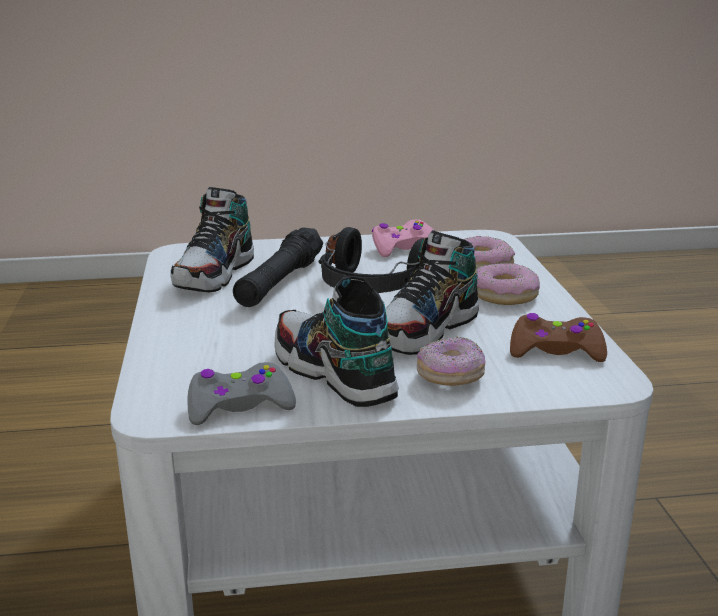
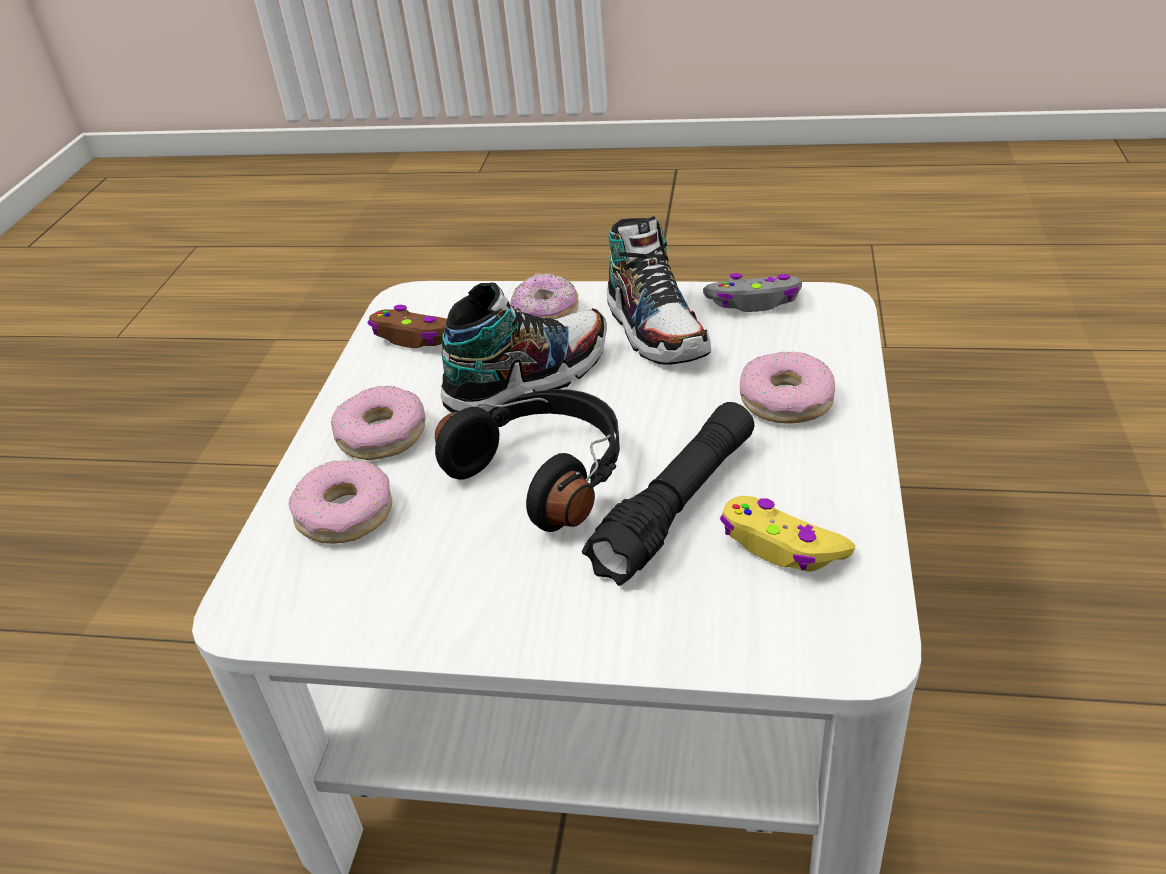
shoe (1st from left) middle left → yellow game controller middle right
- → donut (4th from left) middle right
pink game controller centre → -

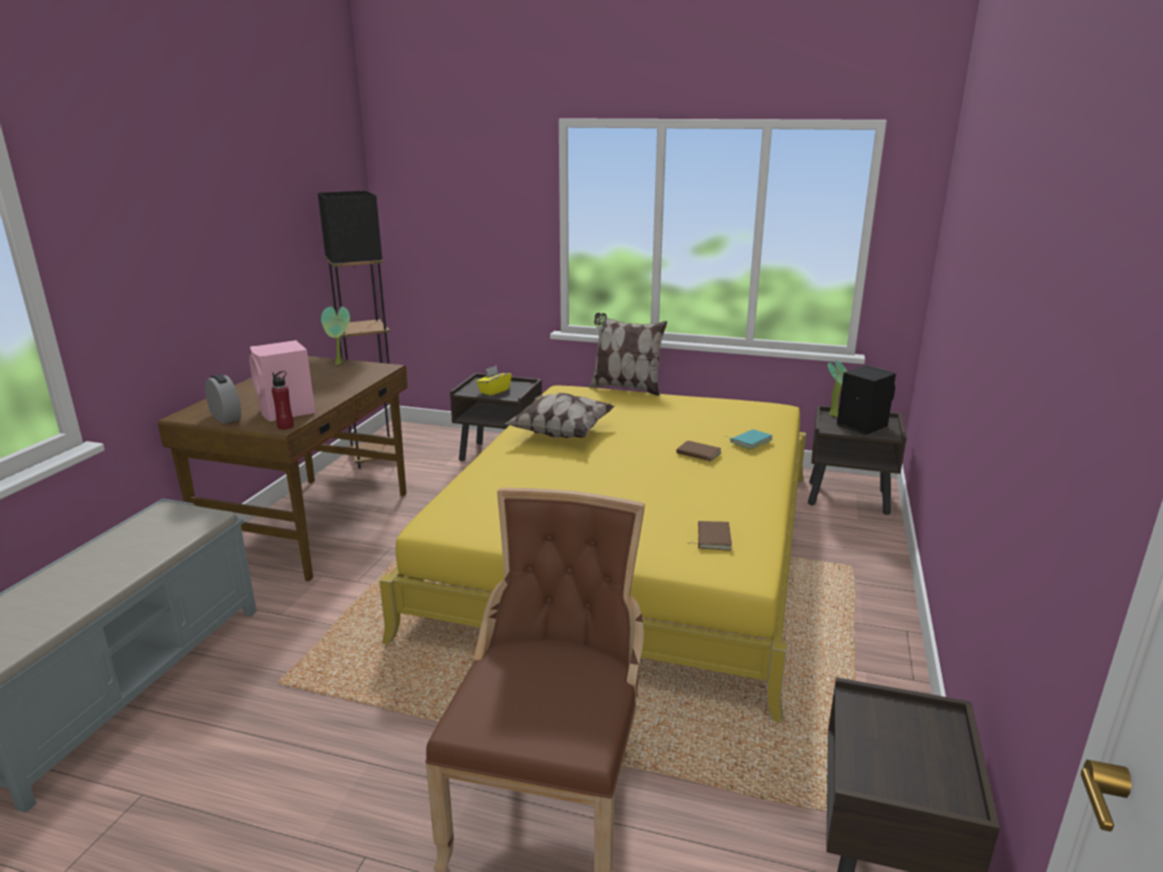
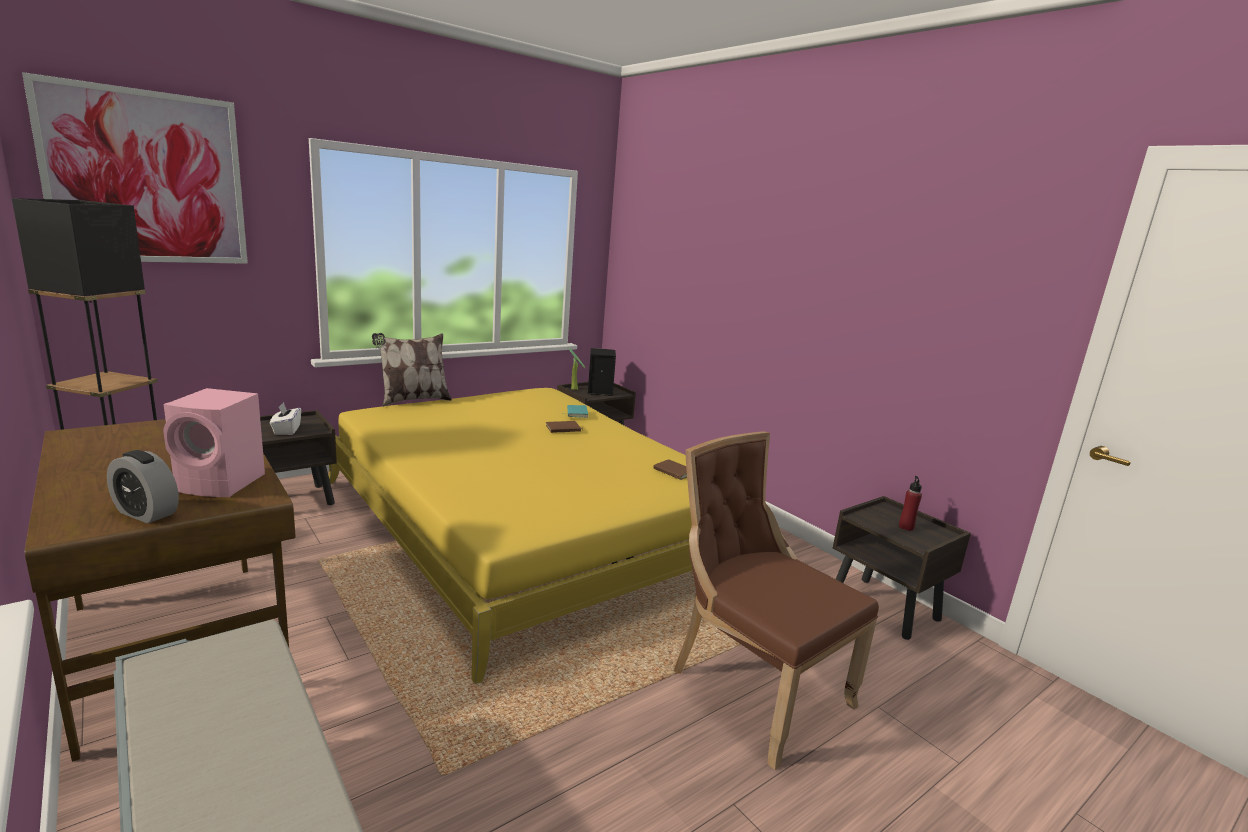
- → picture top left
alarm clock middle left, 150 degrees counterclockwise
yellow tissue box centre → white tissue box middle left
red bottle middle left → red bottle middle right, move
potted plant (1st from left) middle left → -
pillow (1st from left) centre → -

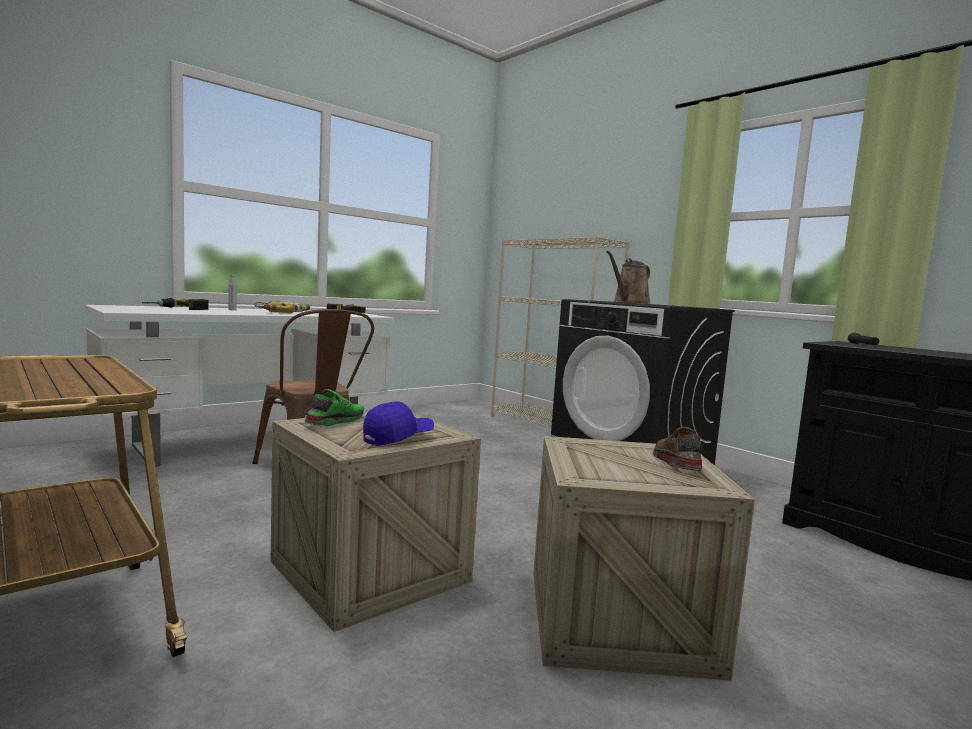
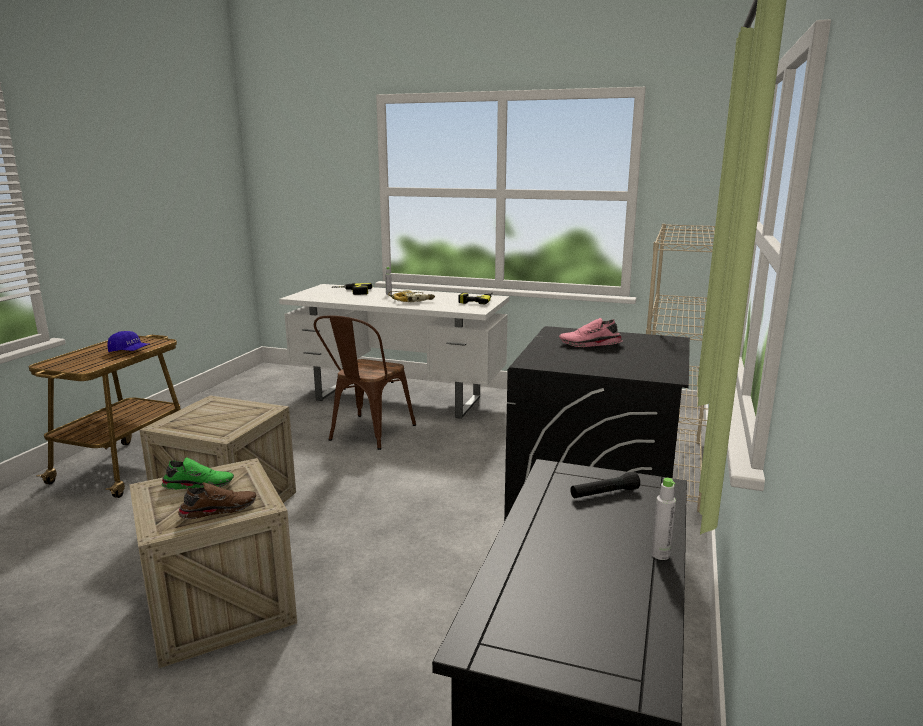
blue cap centre → blue cap middle left, move
green shoe centre → green shoe middle left, move
brown watering can centre → pink shoe centre
- → grey bottle (2nd from left) bottom right

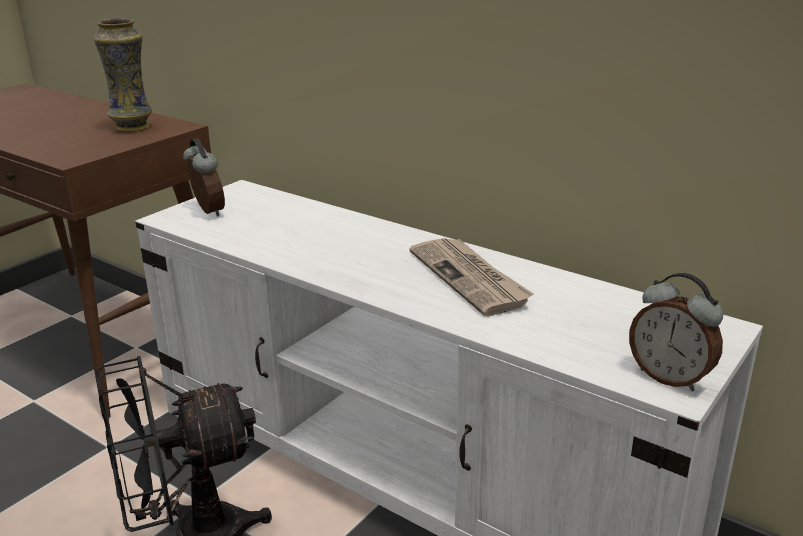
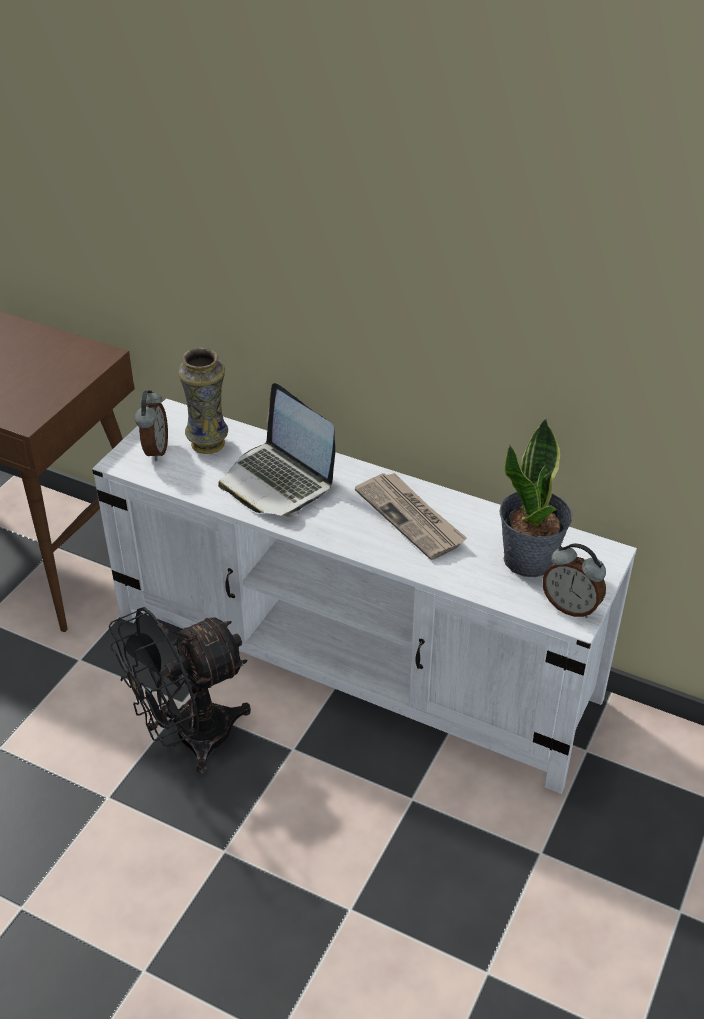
alarm clock (1st from left) top left → alarm clock (1st from left) middle left, 45 degrees clockwise
vase top left → vase middle left, move
- → laptop centre
- → potted plant middle right

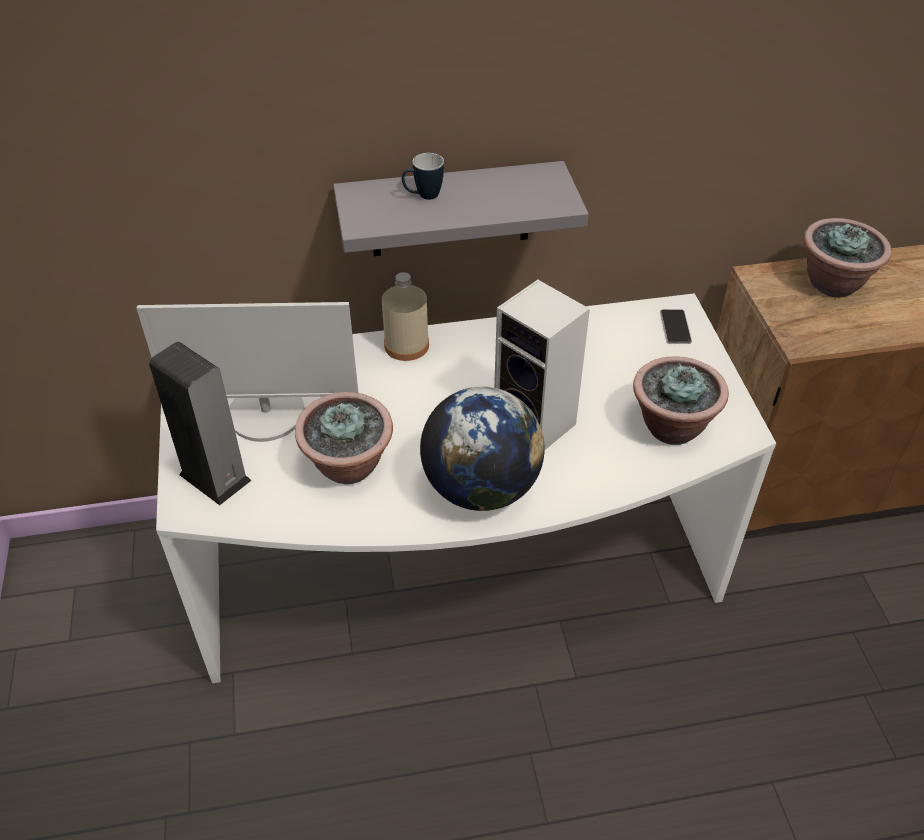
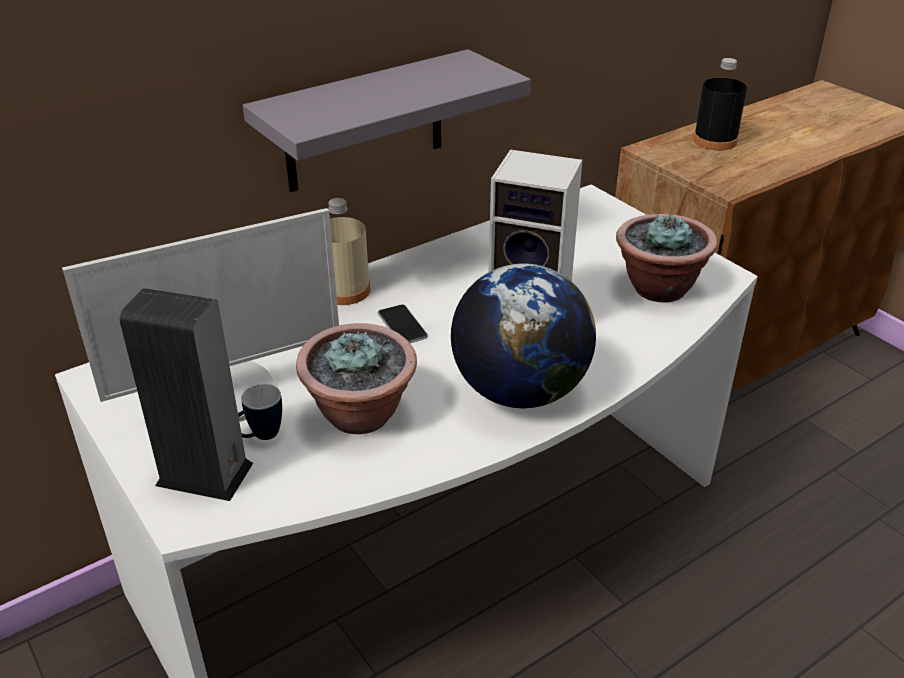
mug top centre → mug middle left, move
phone middle right → phone centre, move
potted plant (3rd from left) top right → black bottle top right

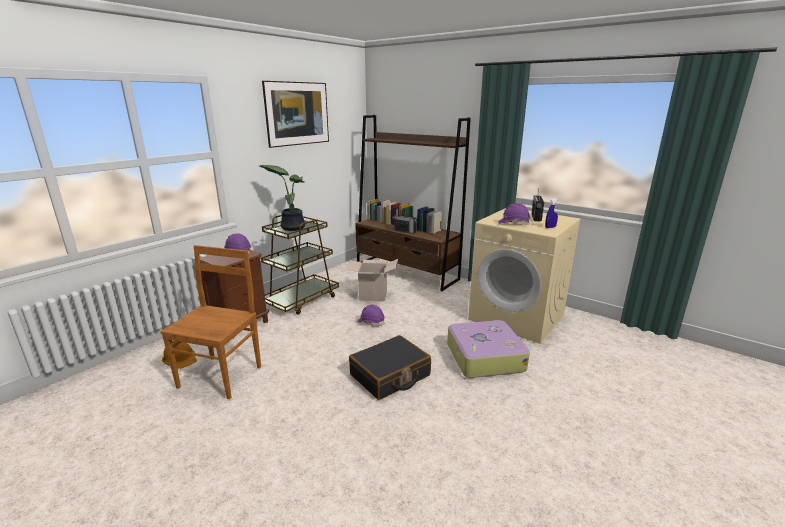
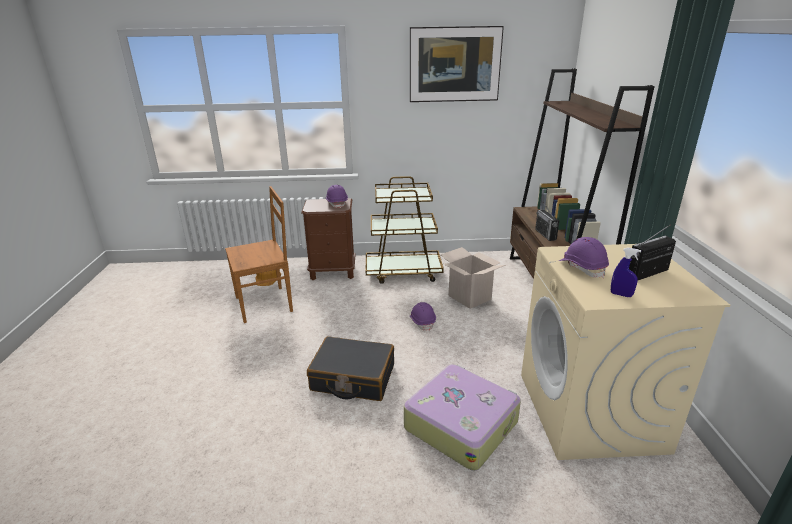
potted plant centre → -

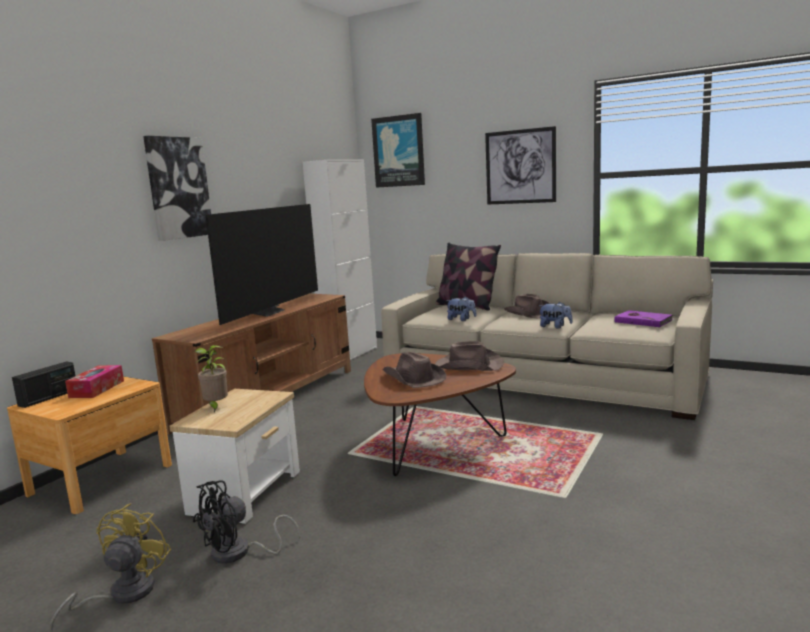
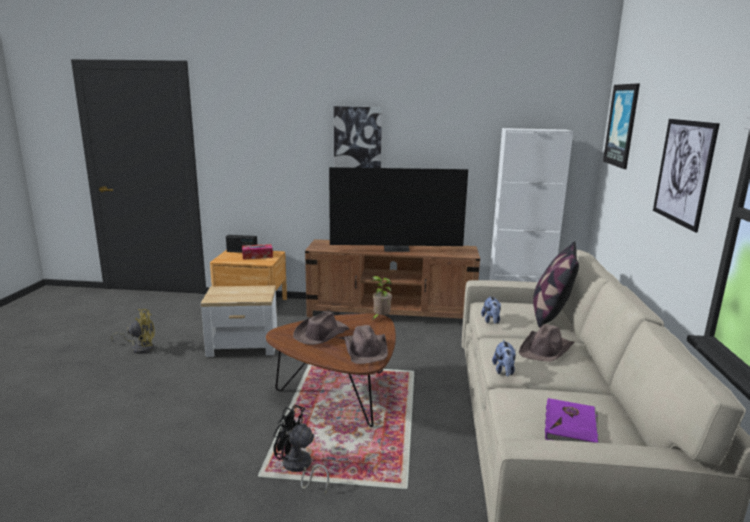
black fan bottom left → black fan bottom centre, move
potted plant middle left → potted plant centre, move

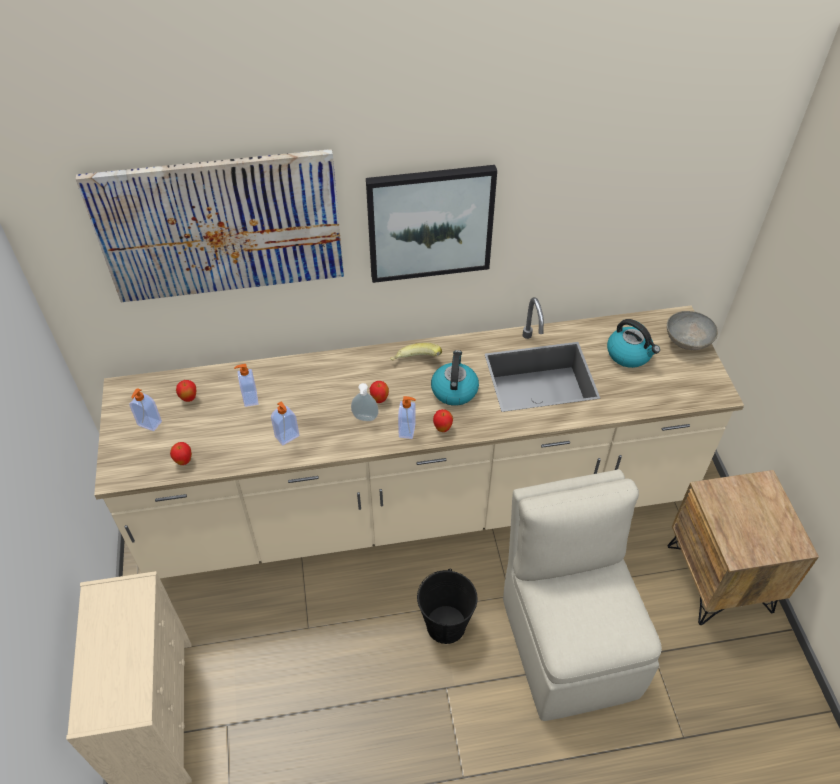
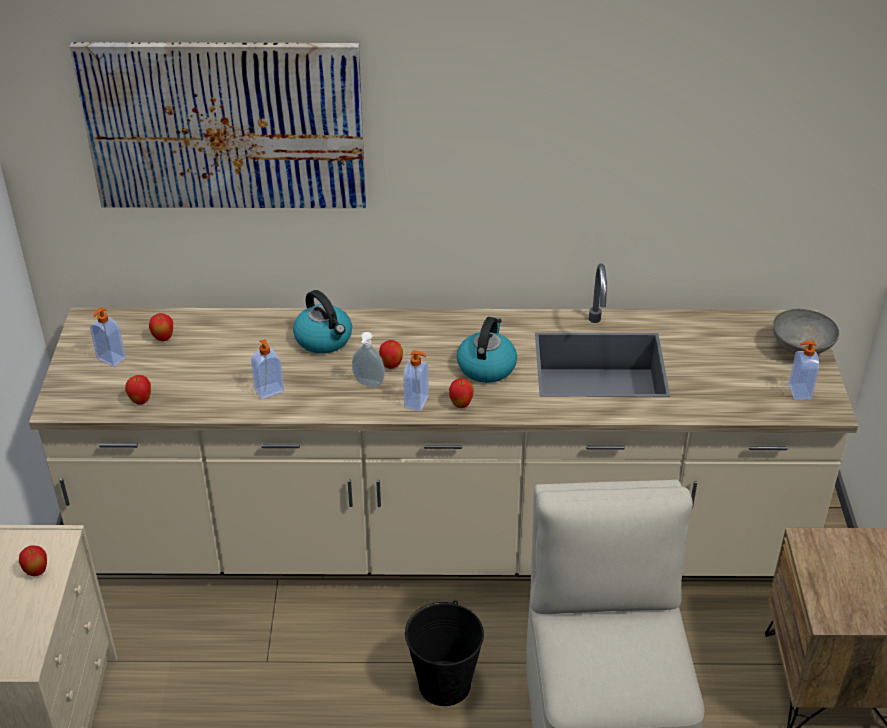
- → apple (1st from left) bottom left
kettle (2nd from left in the first image) middle right → kettle (1st from left) centre, move
soap dispenser (2nd from left in the first image) middle left → soap dispenser (5th from left) middle right, move
picture (2nd from left) top centre → -
banana centre → -

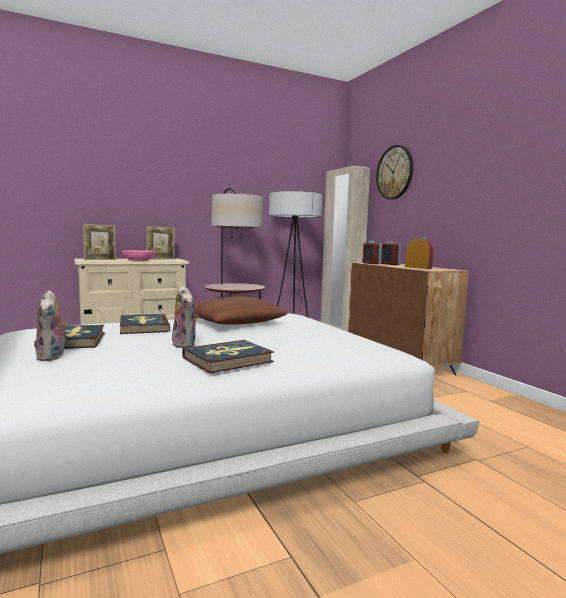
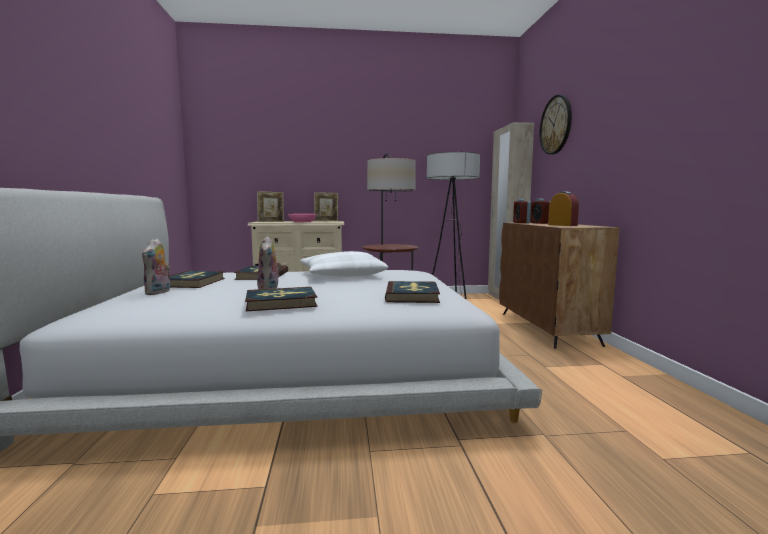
brown pillow centre → white pillow centre
- → book (4th from left) centre

